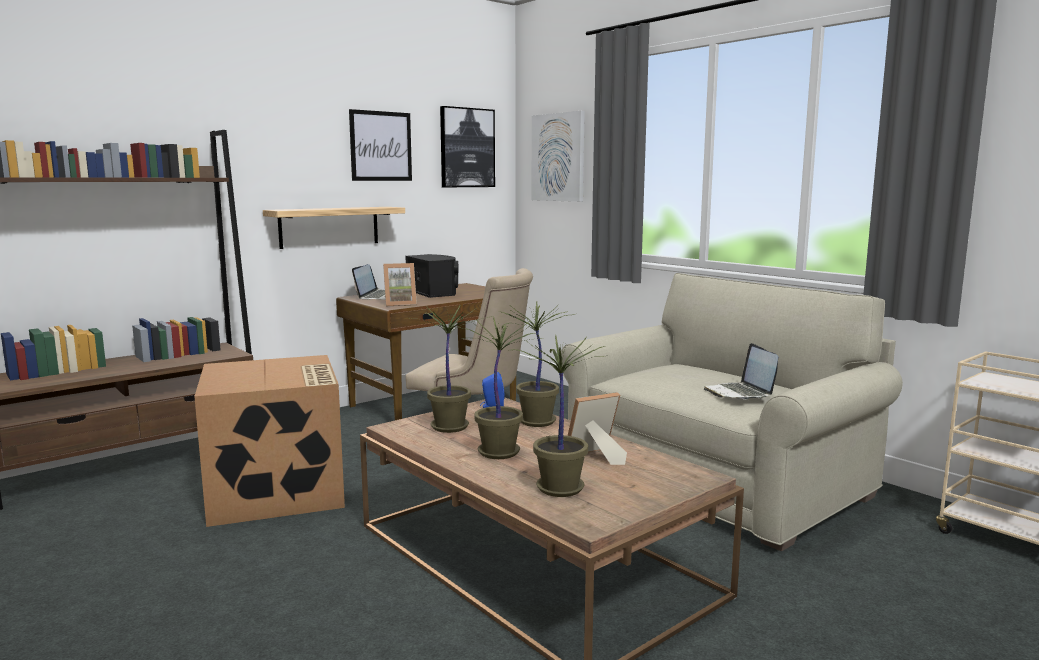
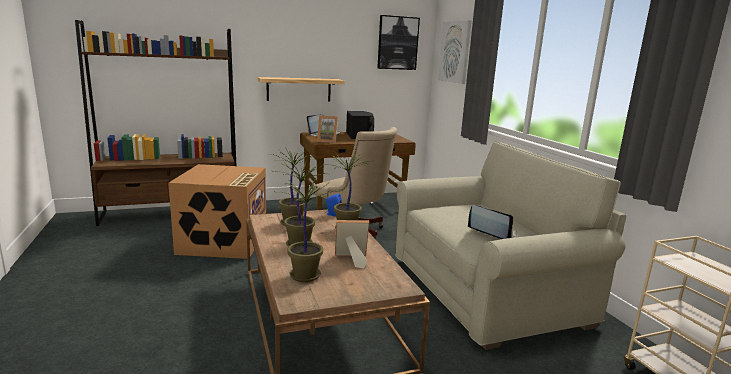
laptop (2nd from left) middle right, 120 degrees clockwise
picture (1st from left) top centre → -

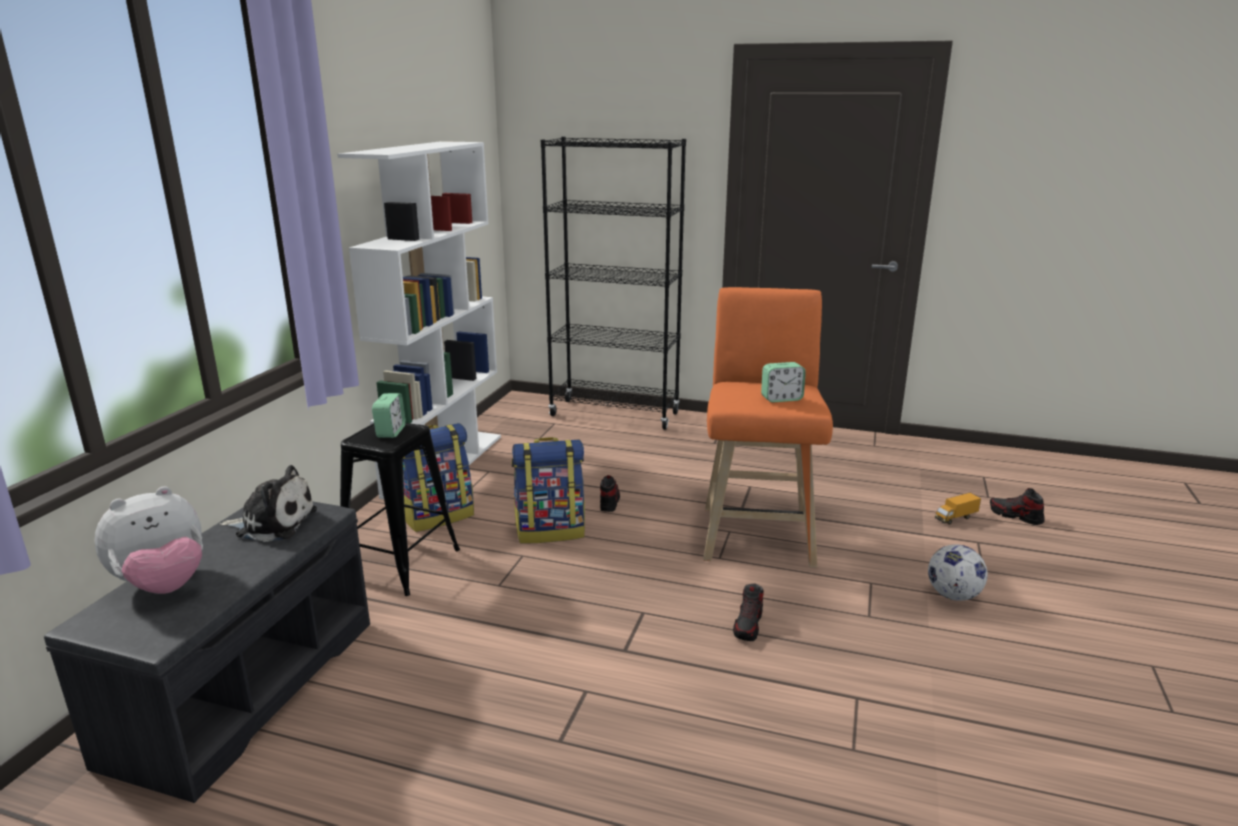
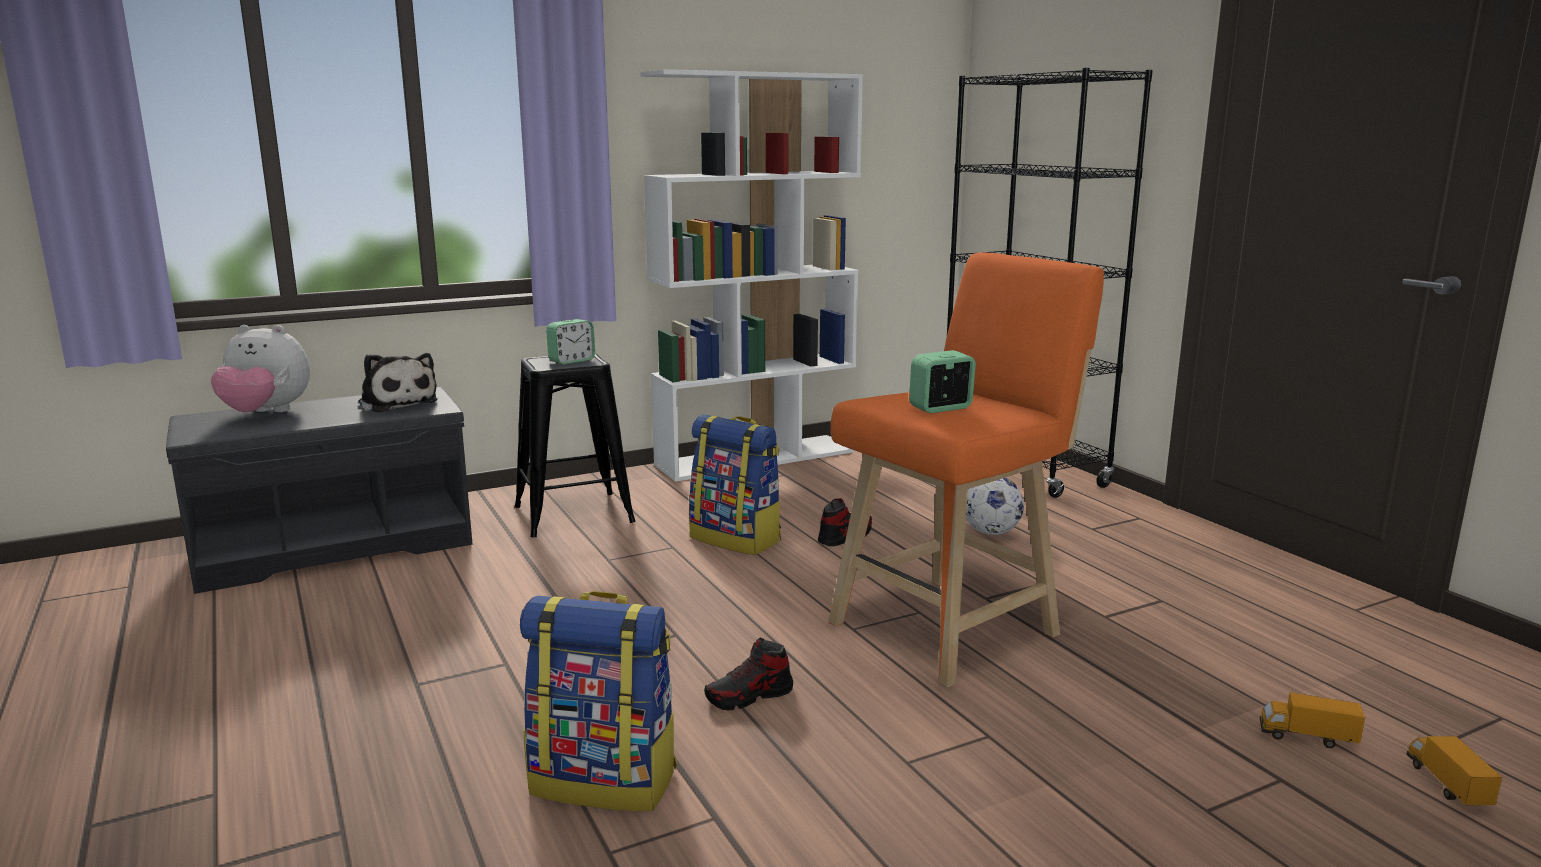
backpack (1st from left) centre → backpack (1st from left) bottom centre, move
alarm clock (2nd from left) centre, 120 degrees clockwise
football bottom right → football centre, move
shoe (3rd from left) middle right → toy truck (2nd from left) bottom right

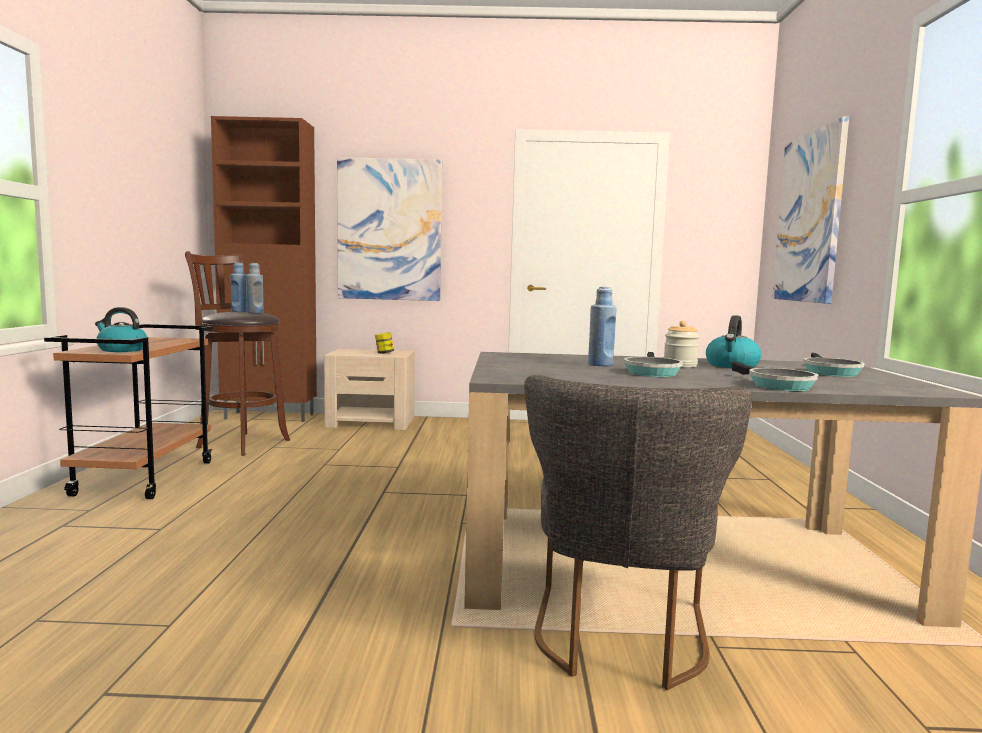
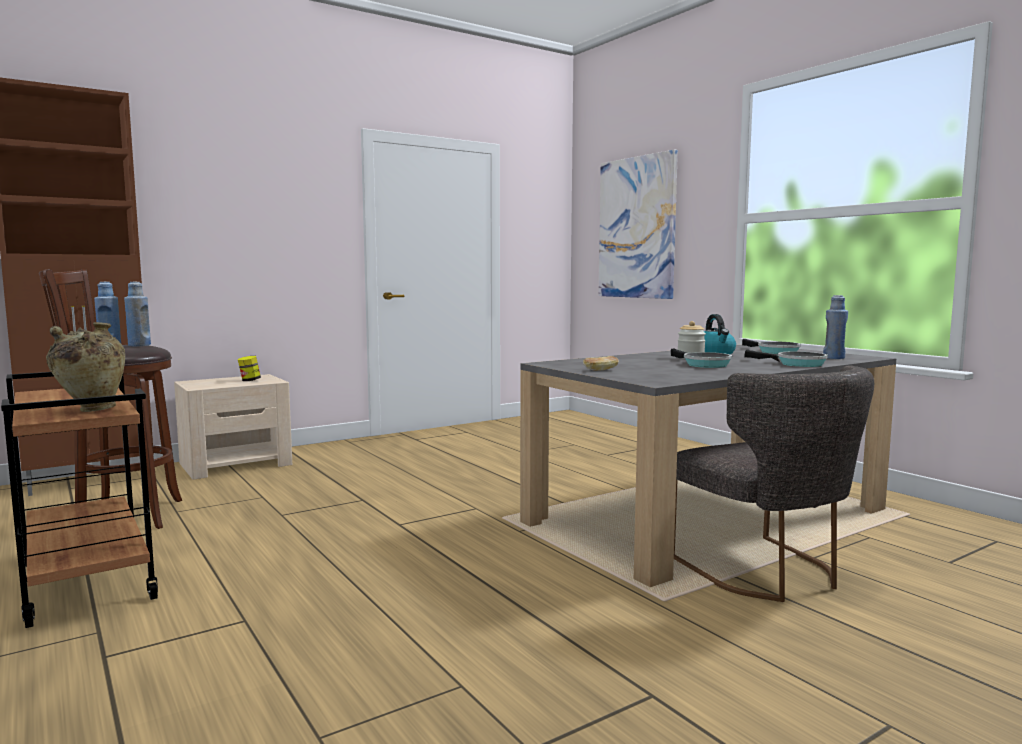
kettle (1st from left) middle left → beige vase middle left
- → bread centre
blue bottle (3rd from left) centre → blue bottle (3rd from left) middle right, move
picture (1st from left) top centre → -

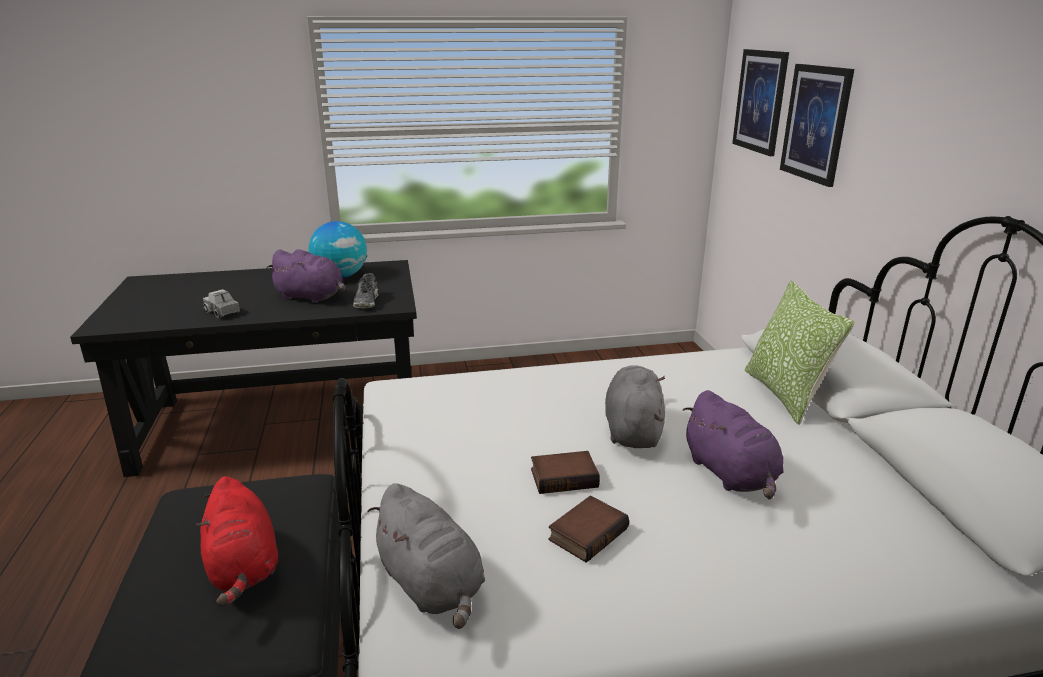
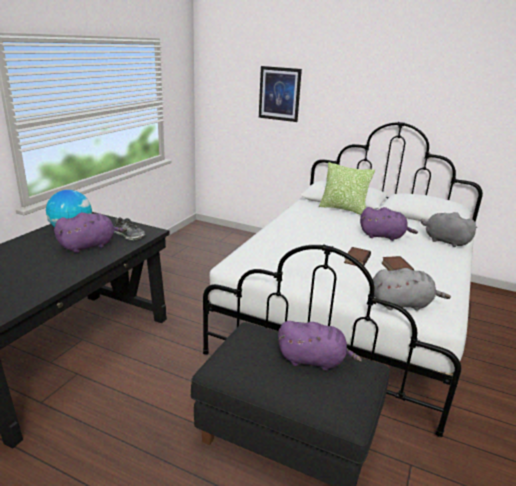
red plush toy bottom left → purple plush toy (2nd from left) bottom centre
grey plush toy (2nd from left) centre → grey plush toy (2nd from left) middle right, move
toy truck middle left → -
picture (1st from left) top right → -

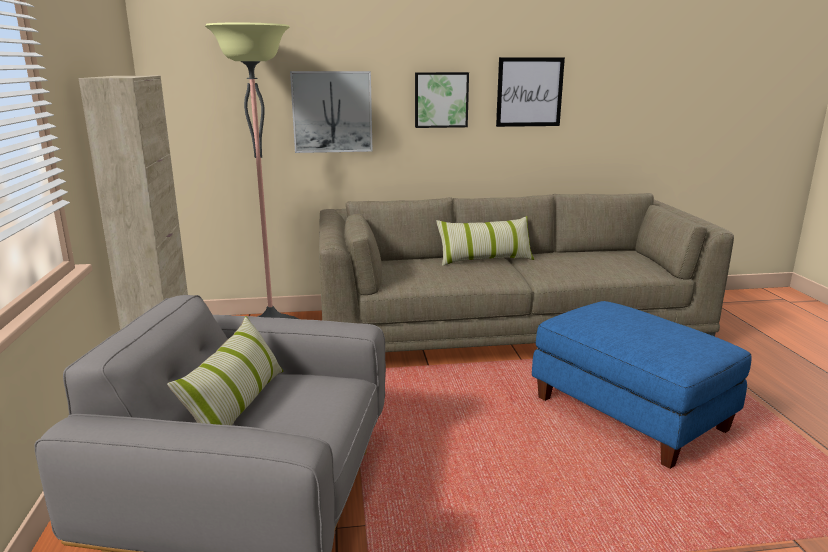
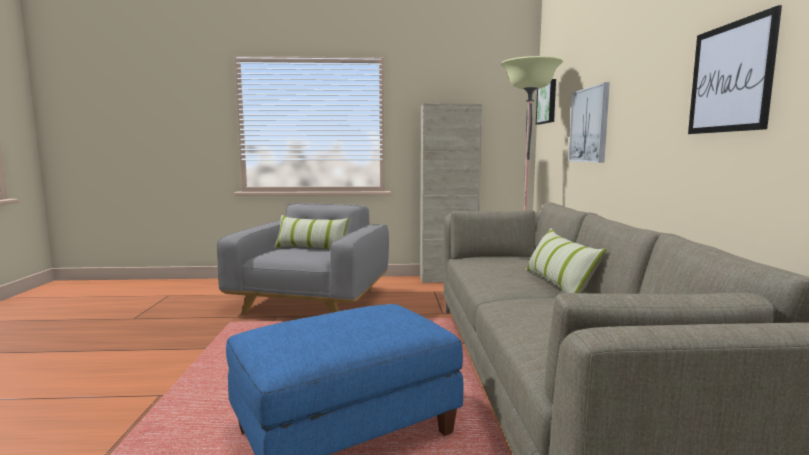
picture (2nd from left in the first image) top centre → picture (1st from left) top right, move

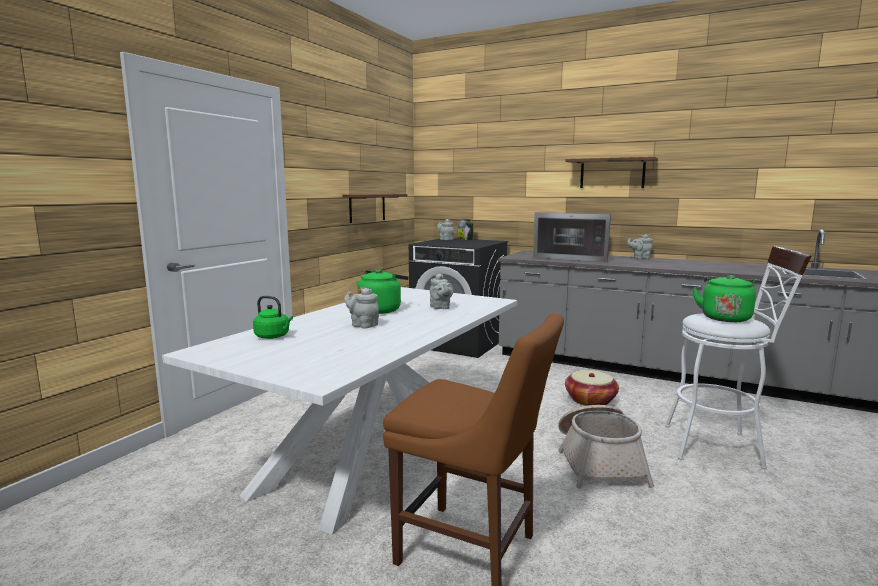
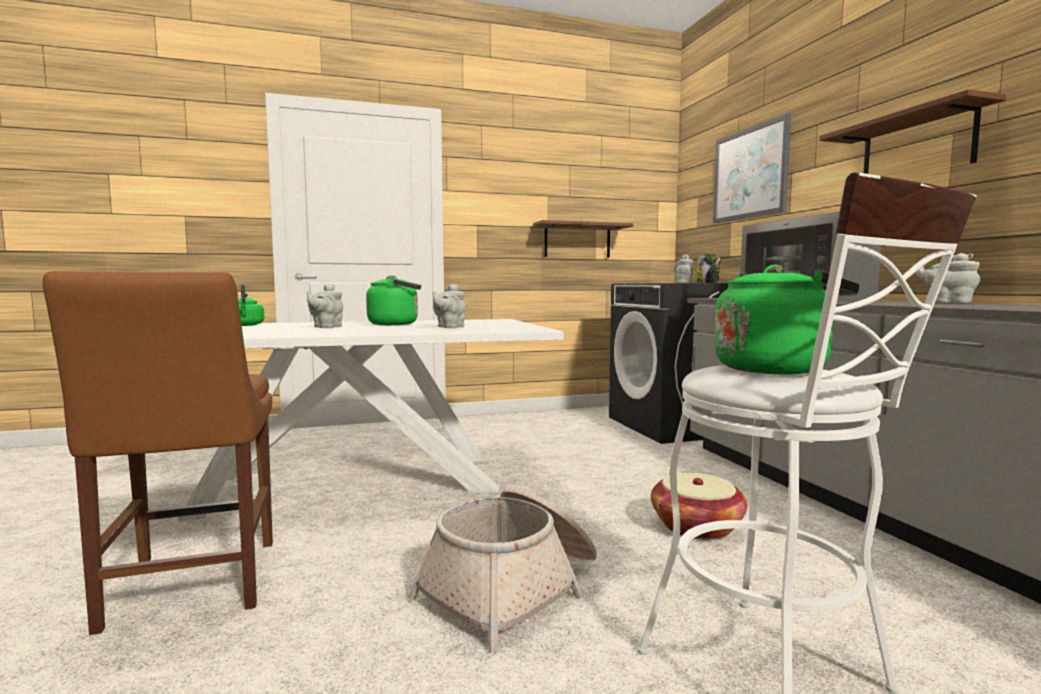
grey teapot (1st from left) centre → grey teapot (1st from left) middle left, 150 degrees counterclockwise
- → picture top right

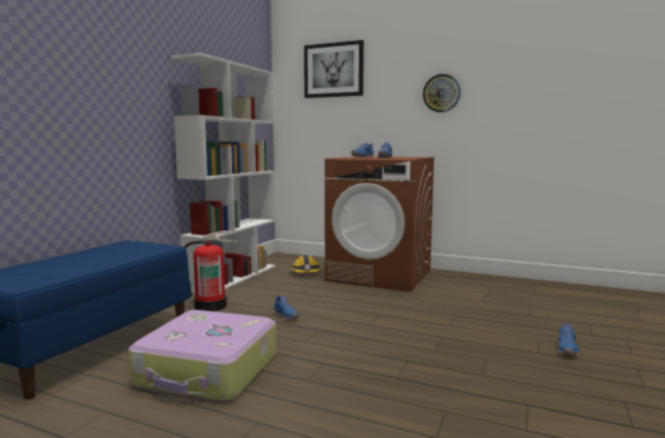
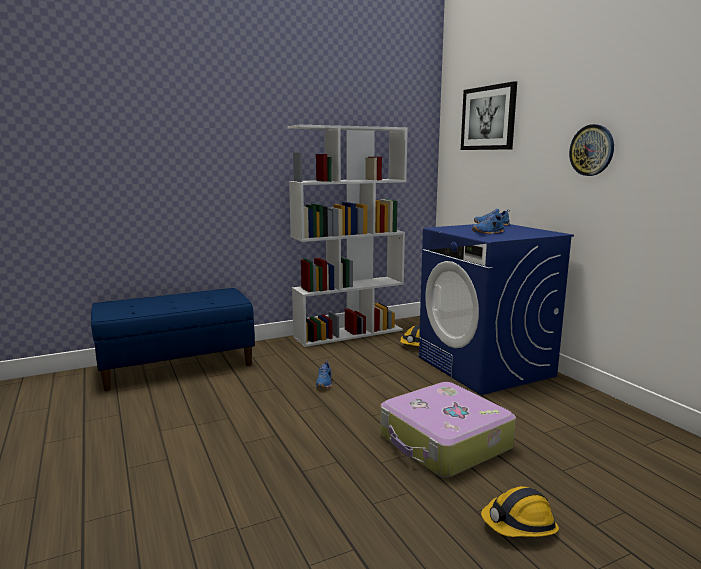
suitcase bottom left → suitcase bottom centre, move
brown washing machine centre → blue washing machine middle right
blue shoe (4th from left) bottom right → hard hat (2nd from left) bottom right
fire extinguisher middle left → -

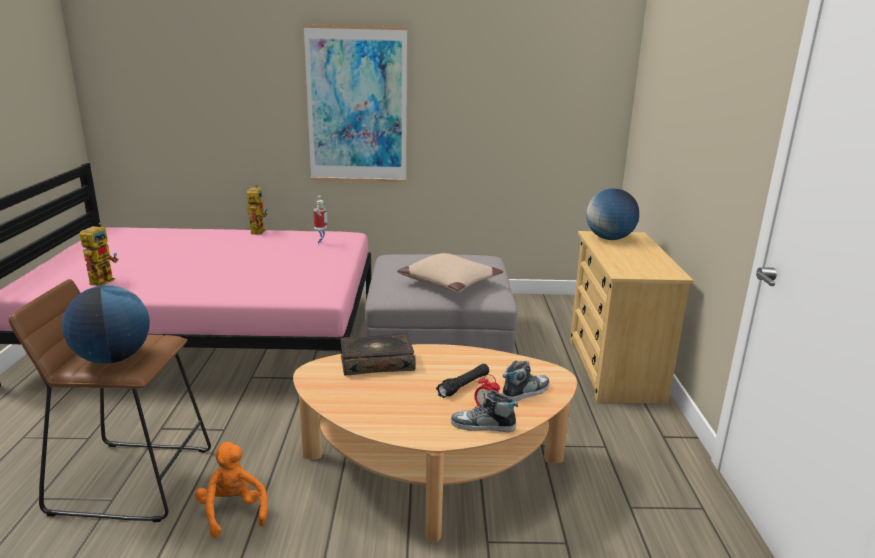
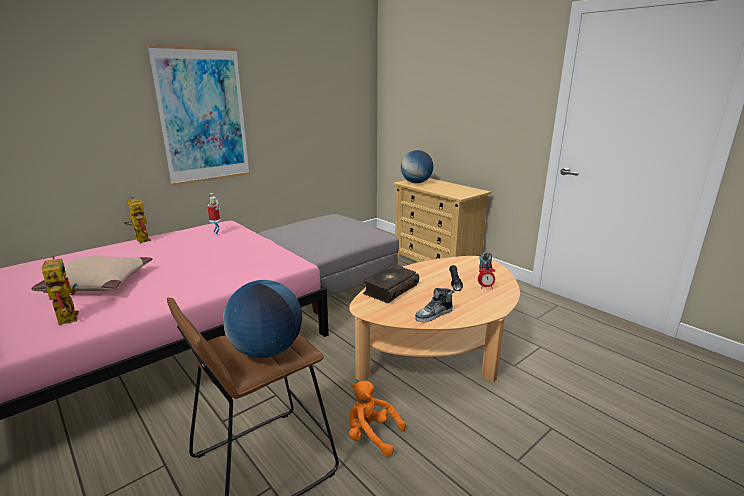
beige pillow centre → beige pillow middle left, move
shoe (1st from left) bottom centre → shoe (1st from left) centre, move

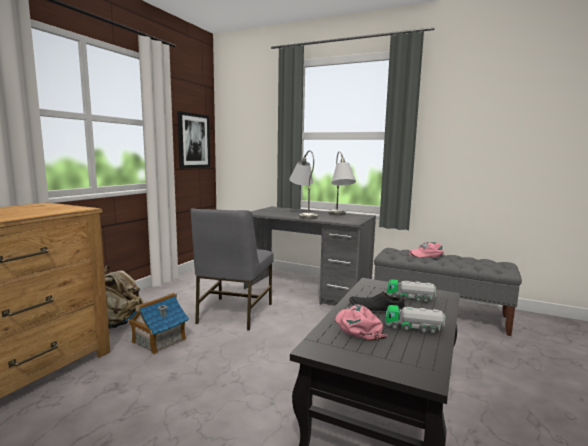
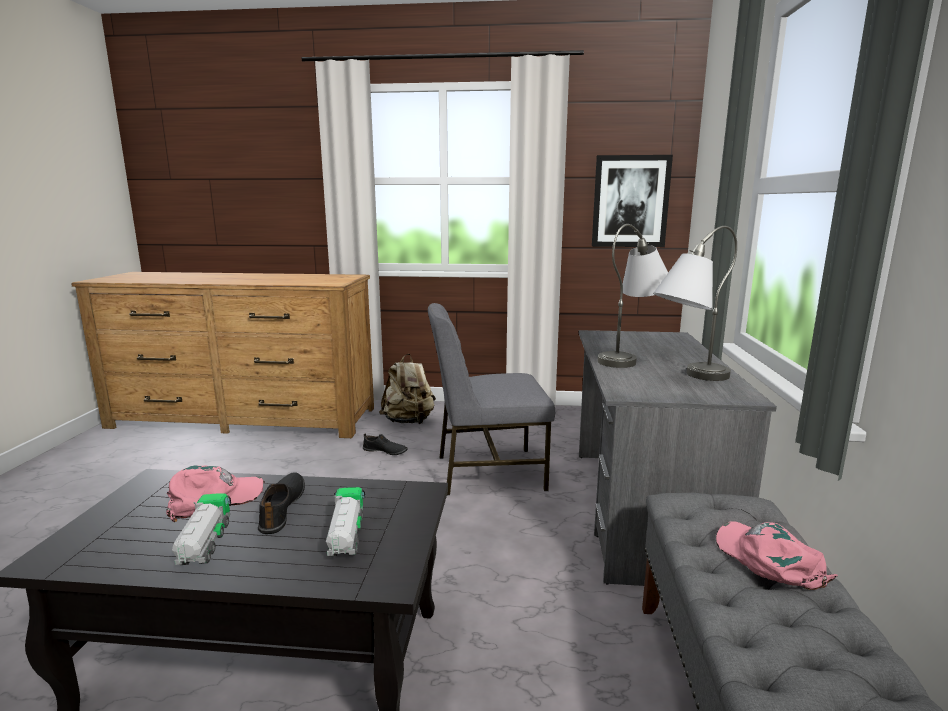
toy house bottom left → black shoe (2nd from left) centre

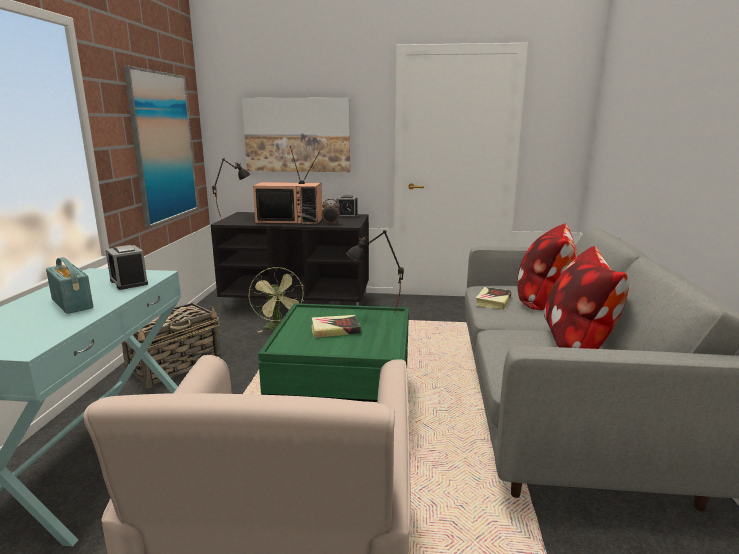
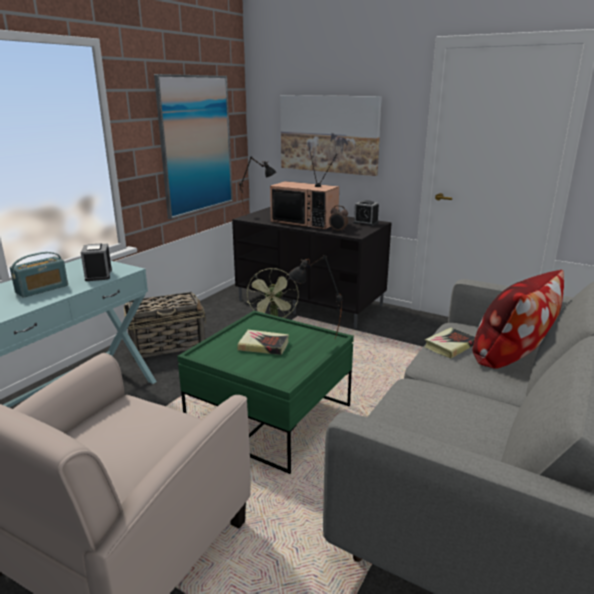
radio middle left, 60 degrees clockwise
pillow (2nd from left) middle right → -

